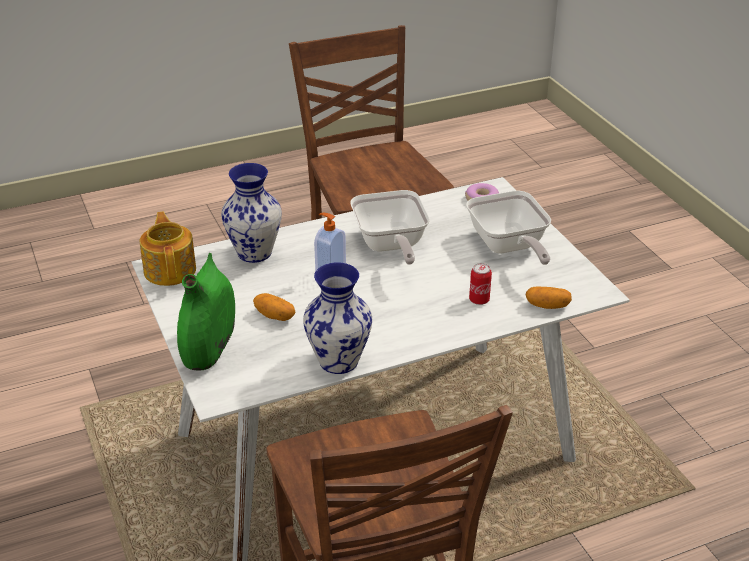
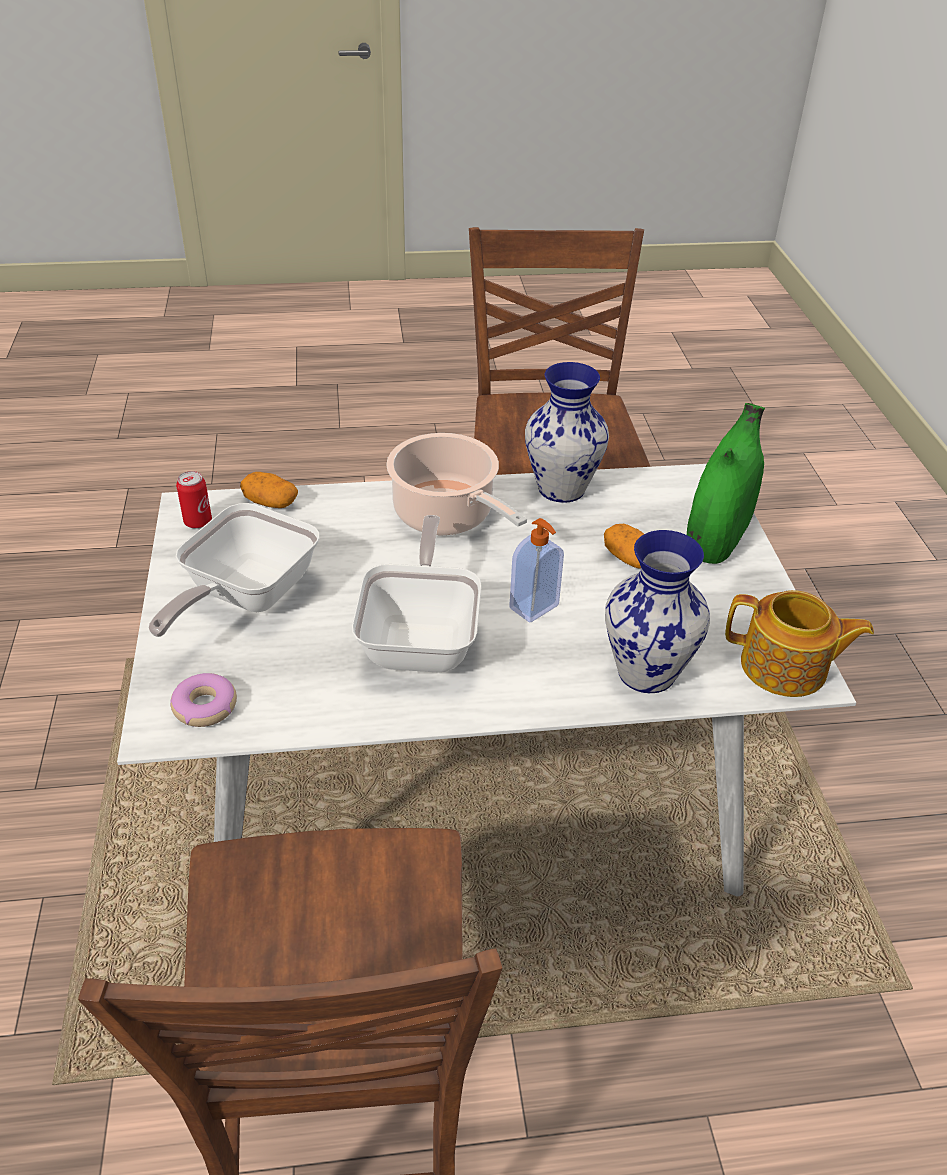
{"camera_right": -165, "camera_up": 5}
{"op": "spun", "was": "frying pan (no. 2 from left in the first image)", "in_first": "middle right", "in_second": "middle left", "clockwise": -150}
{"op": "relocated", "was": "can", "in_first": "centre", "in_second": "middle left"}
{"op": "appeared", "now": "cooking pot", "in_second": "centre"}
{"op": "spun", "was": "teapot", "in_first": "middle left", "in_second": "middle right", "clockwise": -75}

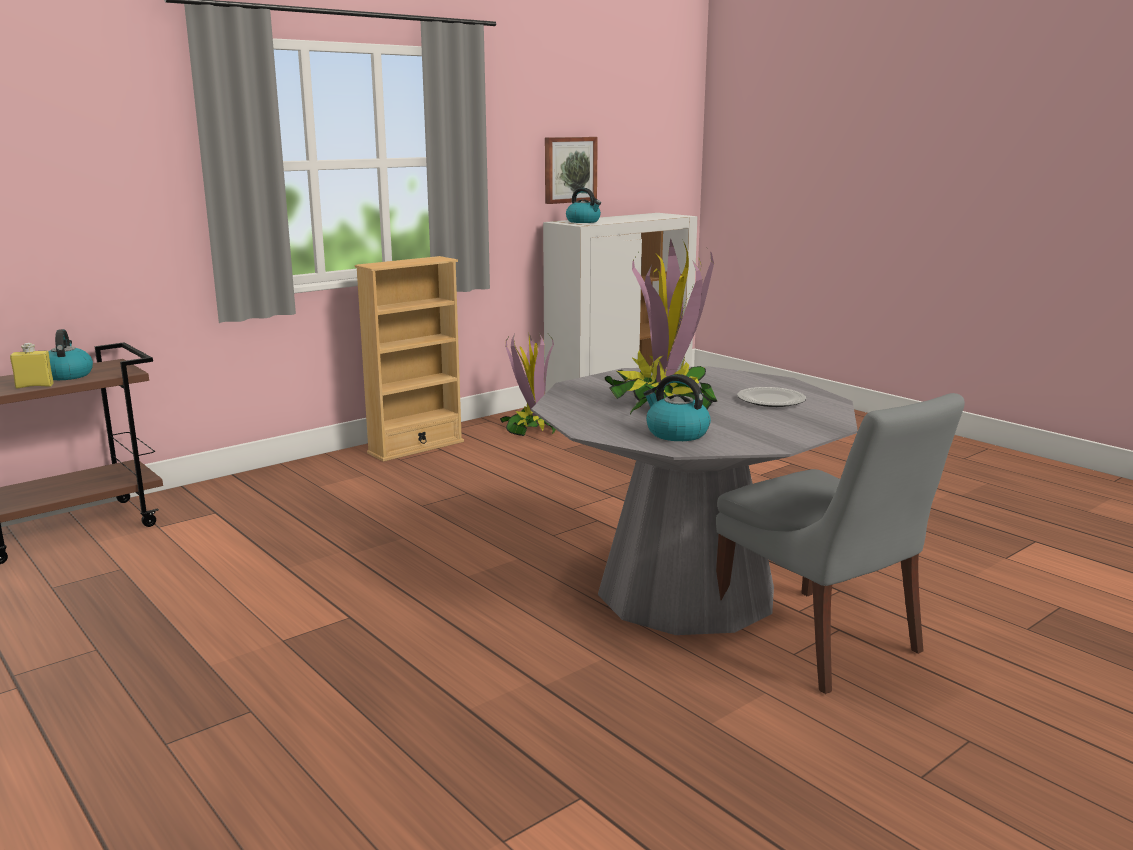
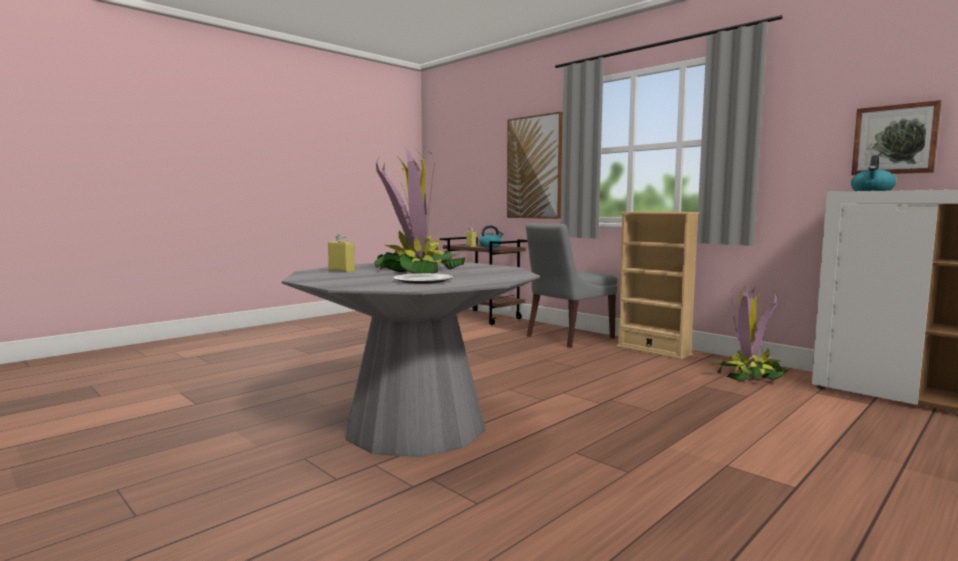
{"camera_right": 85, "camera_up": -10}
{"op": "exchanged", "was": "kettle (no. 3 from left)", "now": "yellow bottle (no. 1 from left)", "in_first": "centre", "in_second": "centre"}
{"op": "appeared", "now": "picture (no. 1 from left)", "in_second": "top centre"}
{"op": "relocated", "was": "grey chair", "in_first": "middle right", "in_second": "centre"}

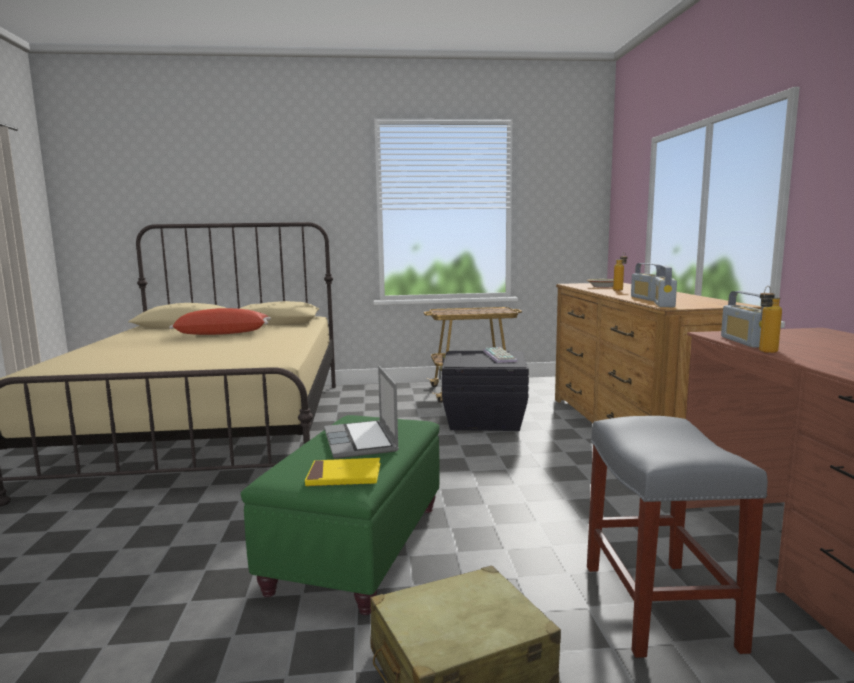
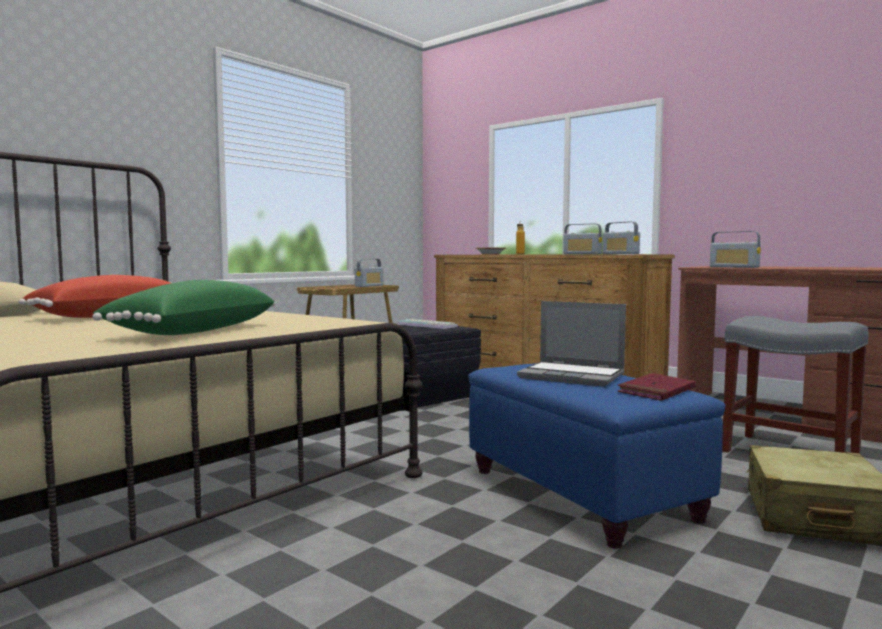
{"camera_right": -45, "camera_up": -5}
{"op": "appeared", "now": "green pillow", "in_second": "middle left"}
{"op": "appeared", "now": "radio (no. 1 from left)", "in_second": "centre"}
{"op": "colour", "was": "green ottoman", "now": "blue ottoman", "in_first": "bottom centre", "in_second": "bottom right"}
{"op": "colour", "was": "yellow book", "now": "red book", "in_first": "bottom centre", "in_second": "middle right"}
{"op": "missing", "was": "bottle (no. 2 from left)", "in_first": "middle right"}

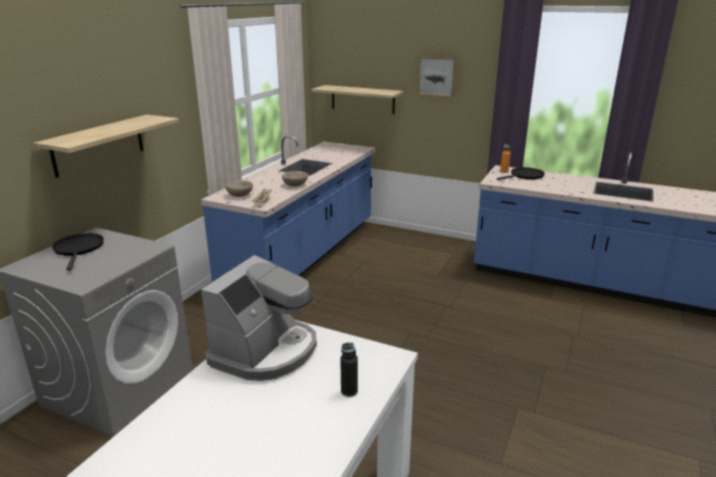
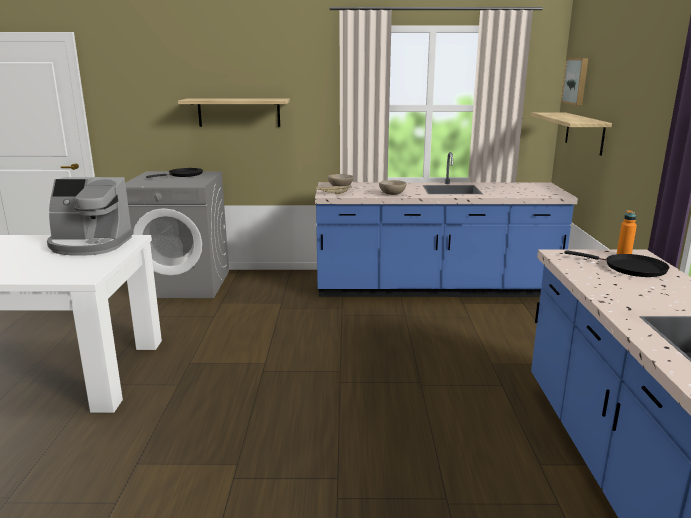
{"camera_right": 65, "camera_up": -5}
{"op": "relocated", "was": "picture", "in_first": "top centre", "in_second": "top right"}
{"op": "missing", "was": "black bottle", "in_first": "bottom centre"}

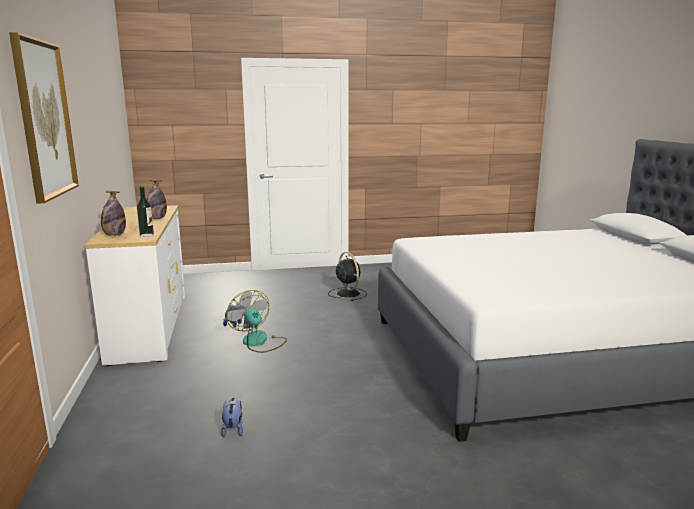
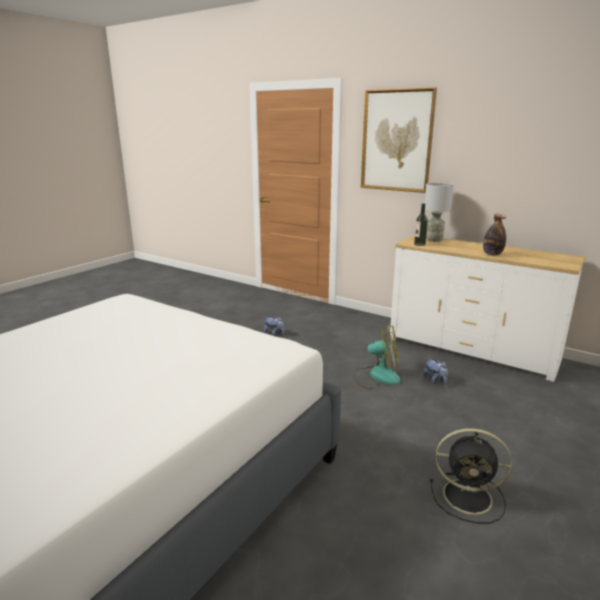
{"camera_right": 135, "camera_up": 5}
{"op": "exchanged", "was": "bottle (no. 1 from left)", "now": "grey table lamp", "in_first": "middle left", "in_second": "middle right"}

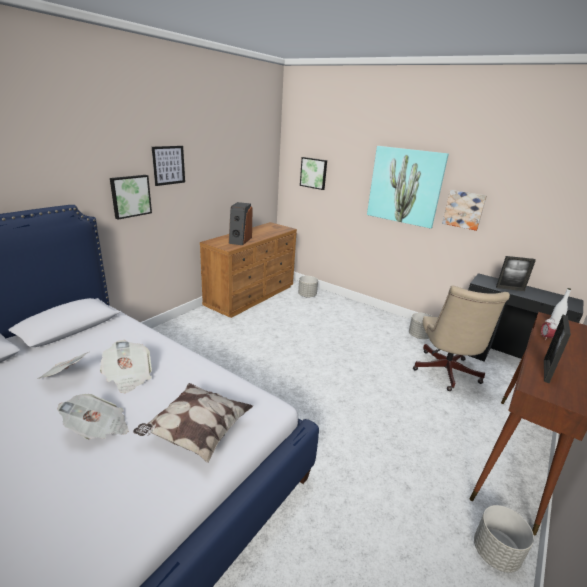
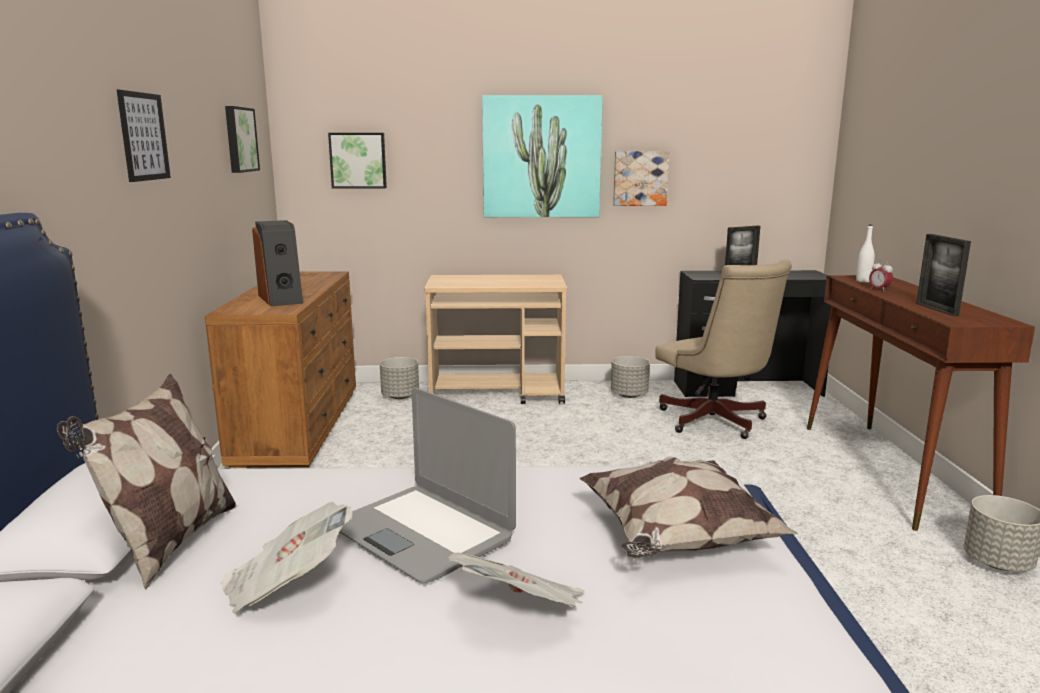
{"camera_right": -35, "camera_up": -10}
{"op": "appeared", "now": "pillow (no. 1 from left)", "in_second": "bottom left"}
{"op": "relocated", "was": "picture (no. 1 from left in the first image)", "now": "picture (no. 2 from left)", "in_first": "middle left", "in_second": "top left"}
{"op": "exchanged", "was": "newspaper (no. 3 from left)", "now": "laptop", "in_first": "middle left", "in_second": "bottom centre"}
{"op": "appeared", "now": "beige cart", "in_second": "centre"}

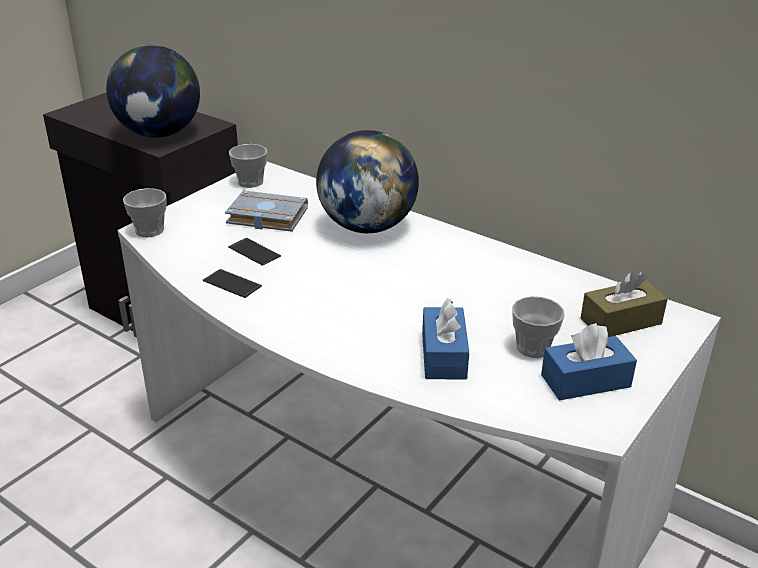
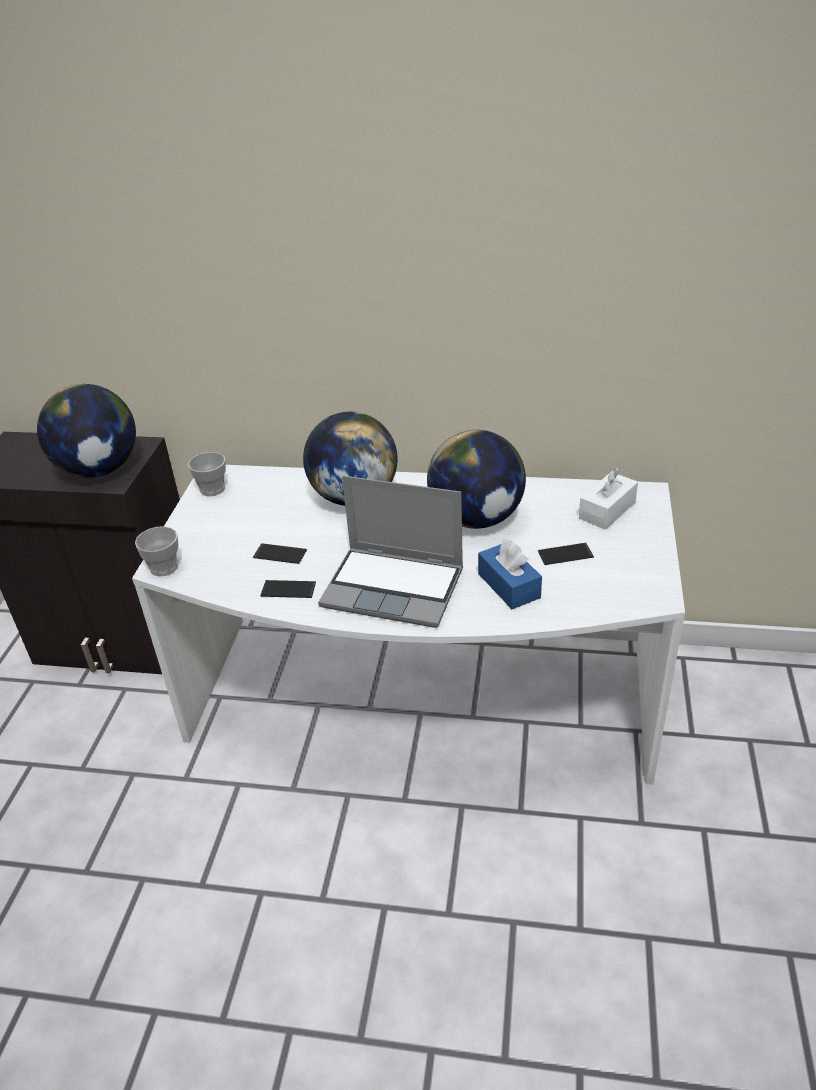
{"camera_right": -25, "camera_up": 5}
{"op": "appeared", "now": "laptop", "in_second": "centre"}
{"op": "appeared", "now": "globe (no. 3 from left)", "in_second": "centre"}
{"op": "exchanged", "was": "cup (no. 3 from left)", "now": "phone (no. 3 from left)", "in_first": "middle right", "in_second": "middle right"}
{"op": "colour", "was": "brown tissue box", "now": "white tissue box", "in_first": "middle right", "in_second": "middle right"}
{"op": "missing", "was": "grey book", "in_first": "centre"}
{"op": "missing", "was": "blue tissue box (no. 2 from left)", "in_first": "middle right"}

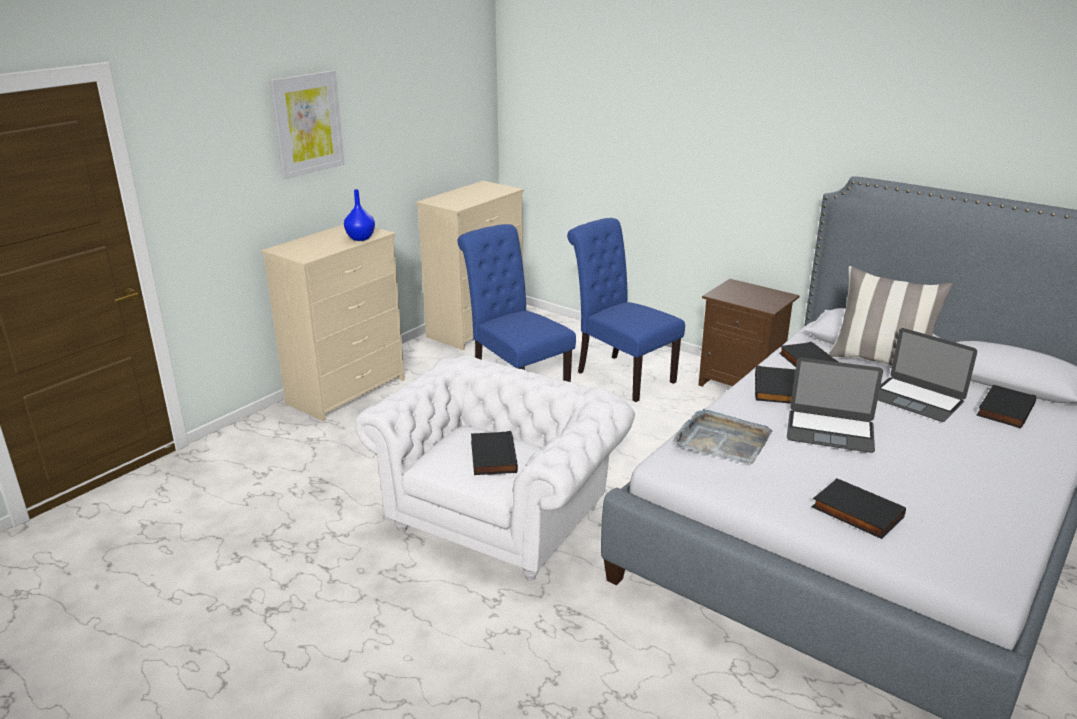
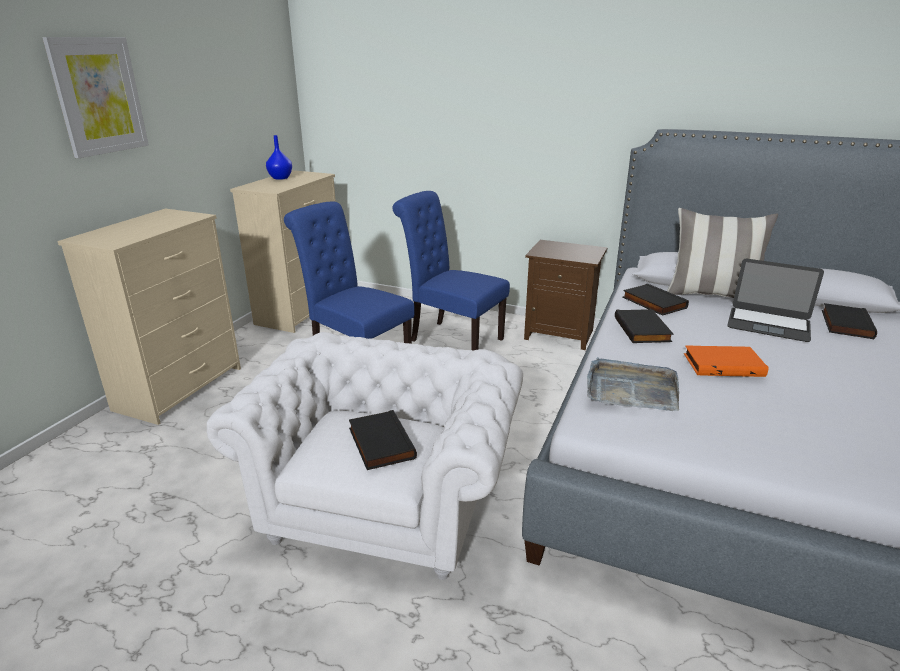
{"camera_right": -15, "camera_up": 0}
{"op": "relocated", "was": "blue vase", "in_first": "top centre", "in_second": "top left"}
{"op": "exchanged", "was": "laptop (no. 1 from left)", "now": "orange book", "in_first": "middle right", "in_second": "middle right"}
{"op": "missing", "was": "black book (no. 4 from left)", "in_first": "bottom right"}

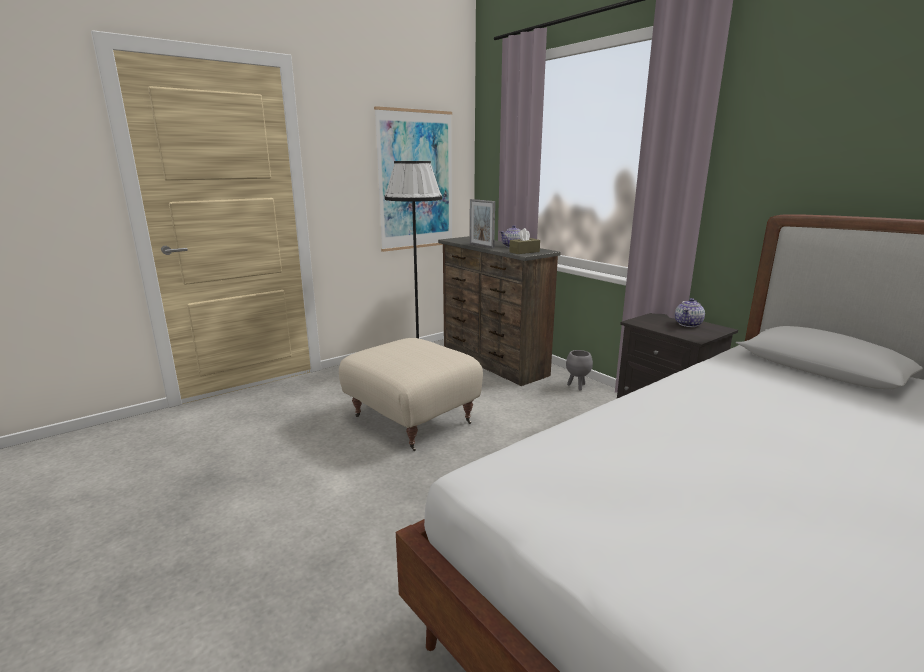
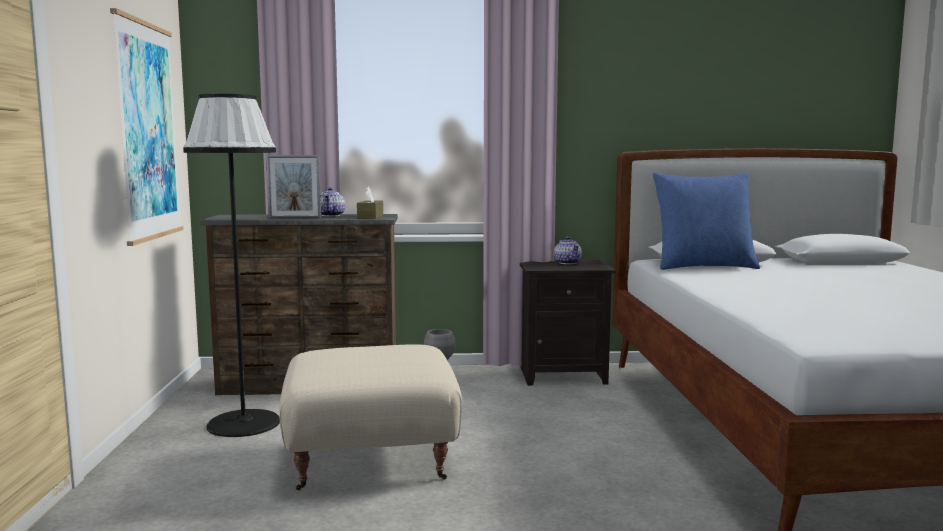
{"camera_right": -55, "camera_up": -10}
{"op": "appeared", "now": "blue pillow", "in_second": "middle right"}

